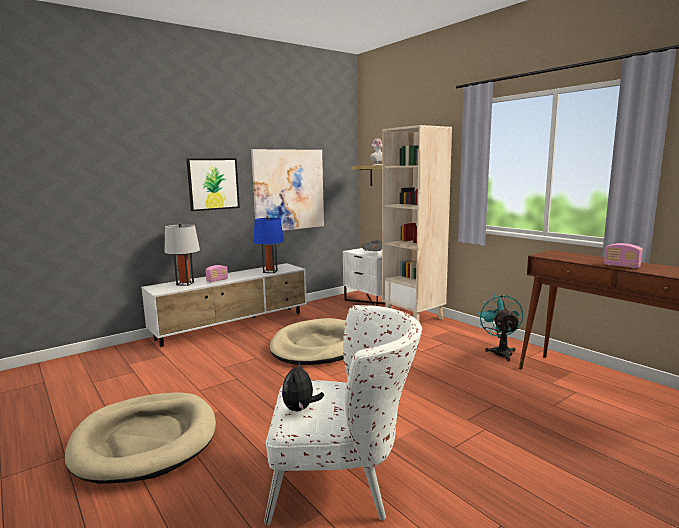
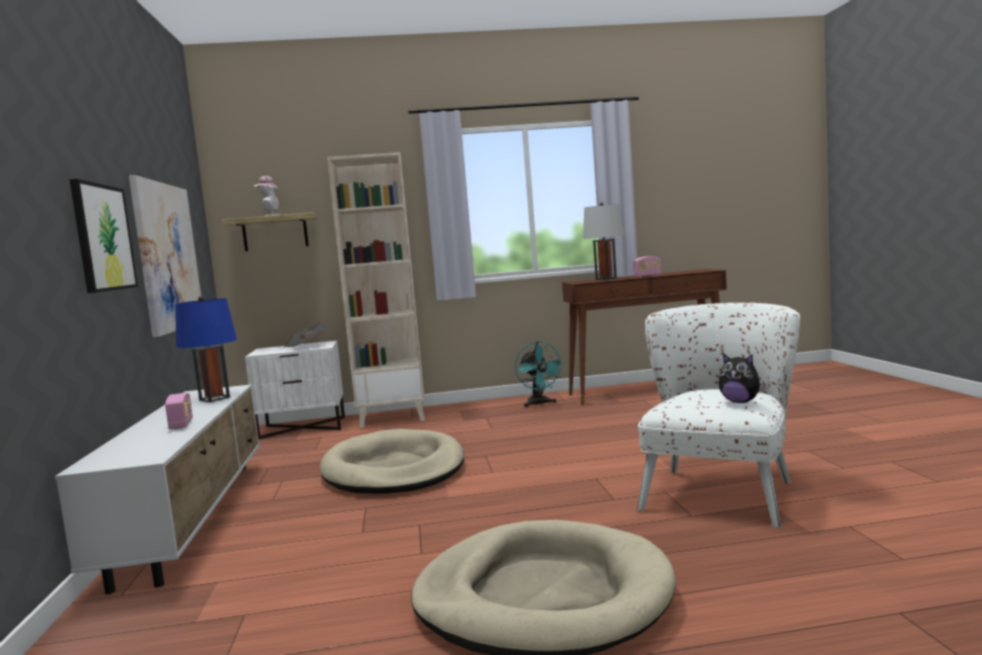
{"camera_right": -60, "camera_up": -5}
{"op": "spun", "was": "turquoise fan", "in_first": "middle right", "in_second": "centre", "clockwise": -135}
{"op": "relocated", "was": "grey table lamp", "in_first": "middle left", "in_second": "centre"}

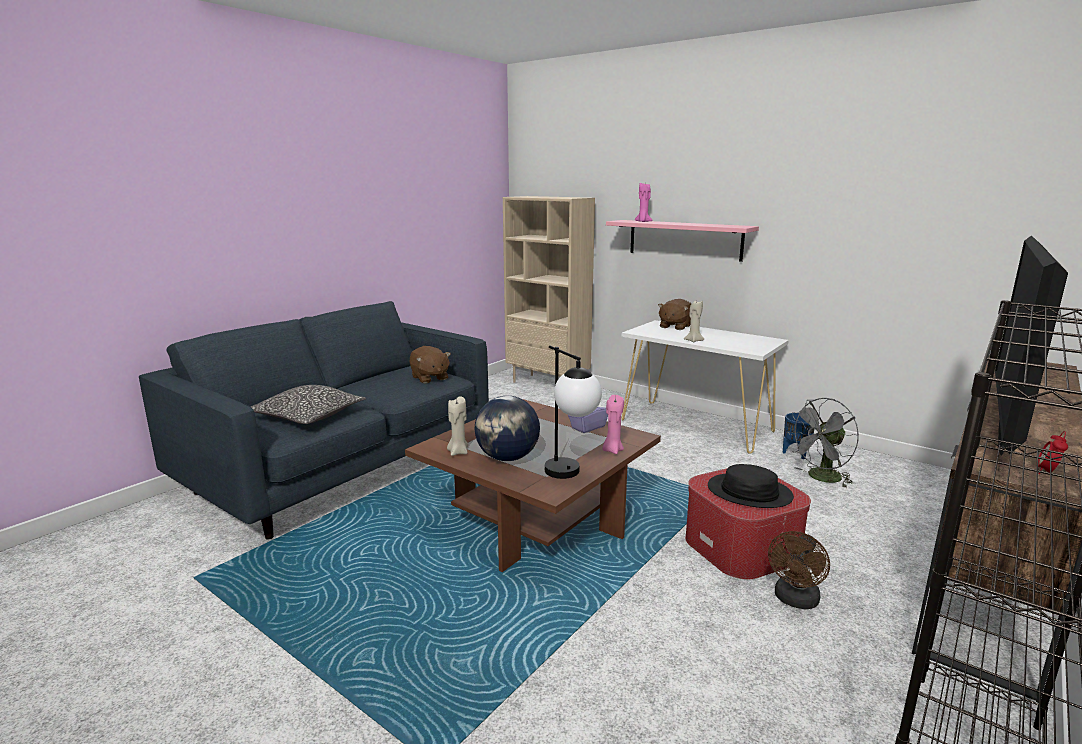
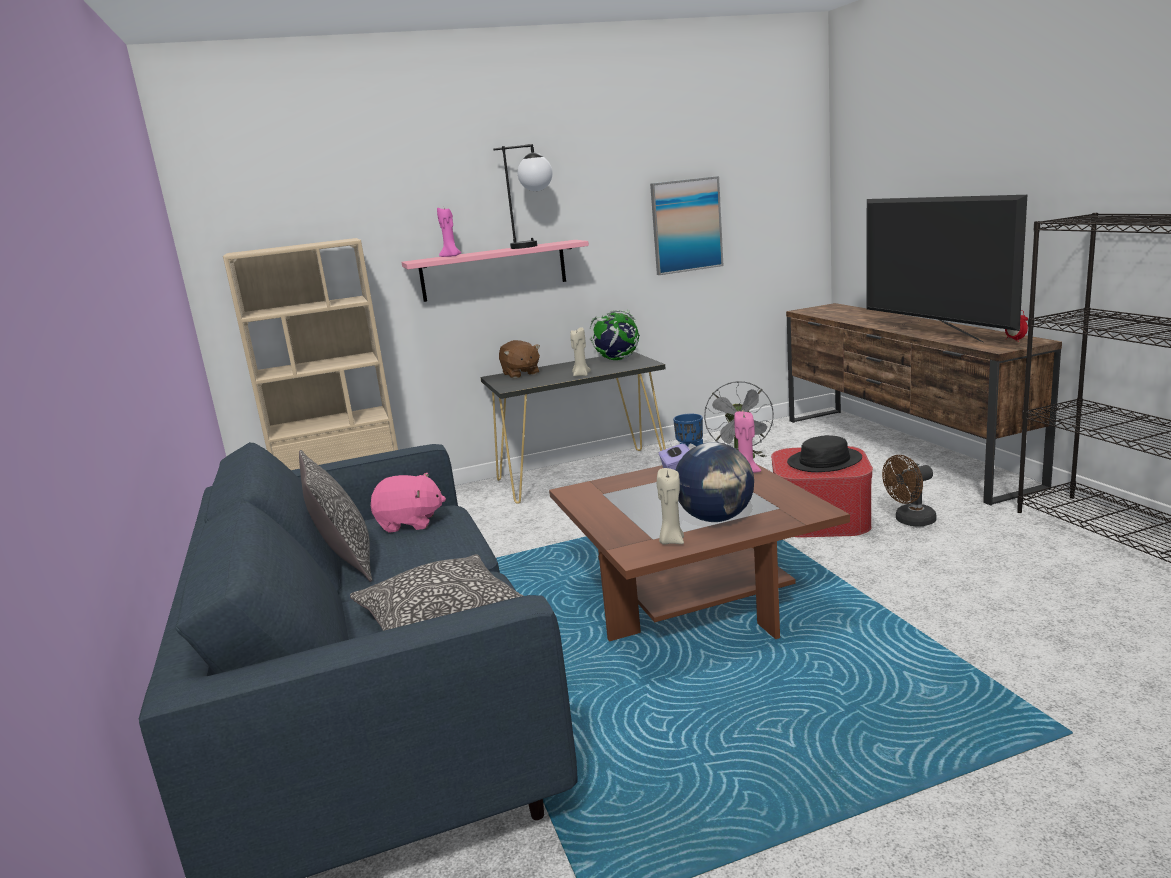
{"camera_right": -55, "camera_up": 0}
{"op": "appeared", "now": "pillow (no. 1 from left)", "in_second": "middle left"}
{"op": "colour", "was": "brown plush toy (no. 1 from left)", "now": "pink plush toy", "in_first": "centre", "in_second": "centre"}
{"op": "colour", "was": "white console table", "now": "black console table", "in_first": "centre", "in_second": "centre"}
{"op": "relocated", "was": "table lamp", "in_first": "centre", "in_second": "top centre"}
{"op": "appeared", "now": "globe (no. 1 from left)", "in_second": "centre"}
{"op": "appeared", "now": "picture", "in_second": "top centre"}
{"op": "spun", "was": "brown fan", "in_first": "bottom right", "in_second": "middle right", "clockwise": 90}

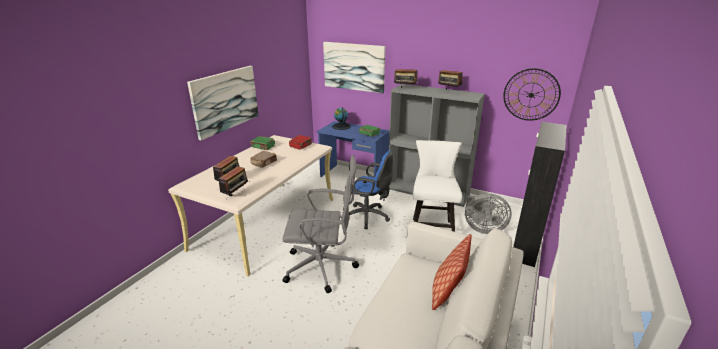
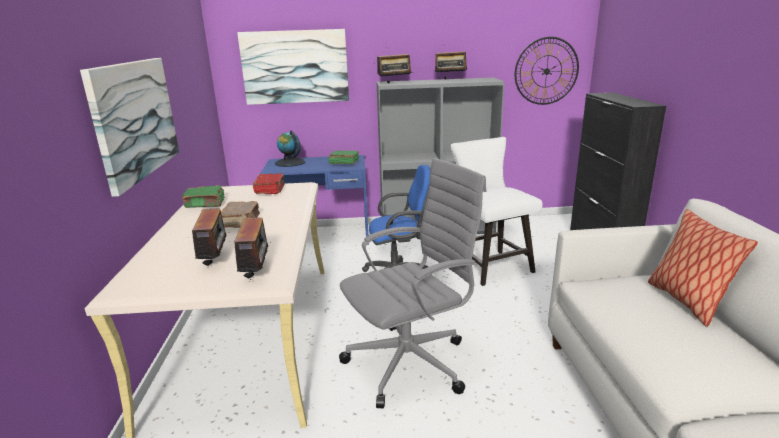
{"camera_right": -30, "camera_up": -5}
{"op": "missing", "was": "grey fan", "in_first": "middle right"}

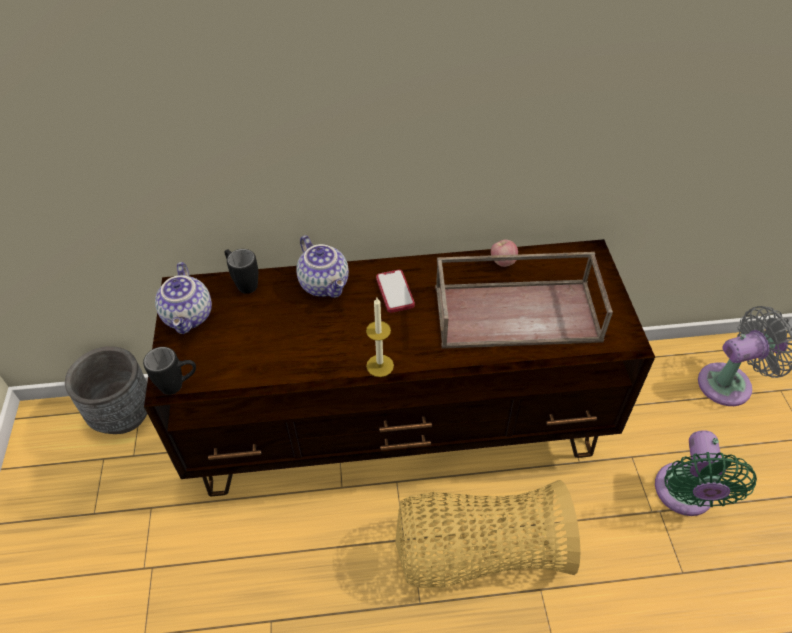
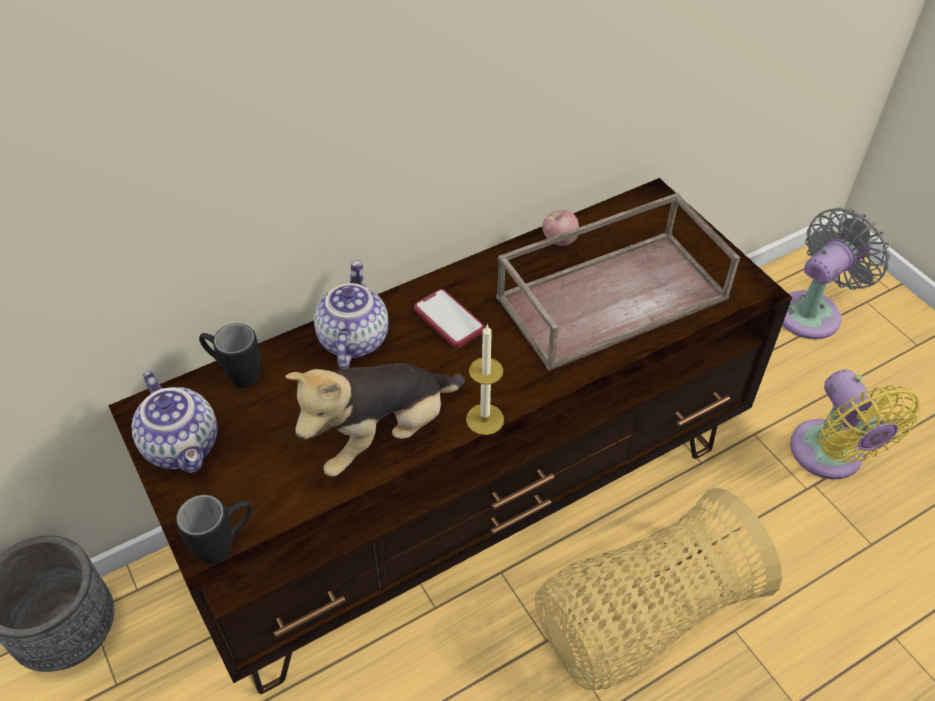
{"camera_right": -25, "camera_up": 0}
{"op": "appeared", "now": "plush toy", "in_second": "centre"}
{"op": "spun", "was": "teapot (no. 2 from left)", "in_first": "centre", "in_second": "centre", "clockwise": -120}
{"op": "colour", "was": "green fan", "now": "yellow fan", "in_first": "bottom right", "in_second": "middle right"}

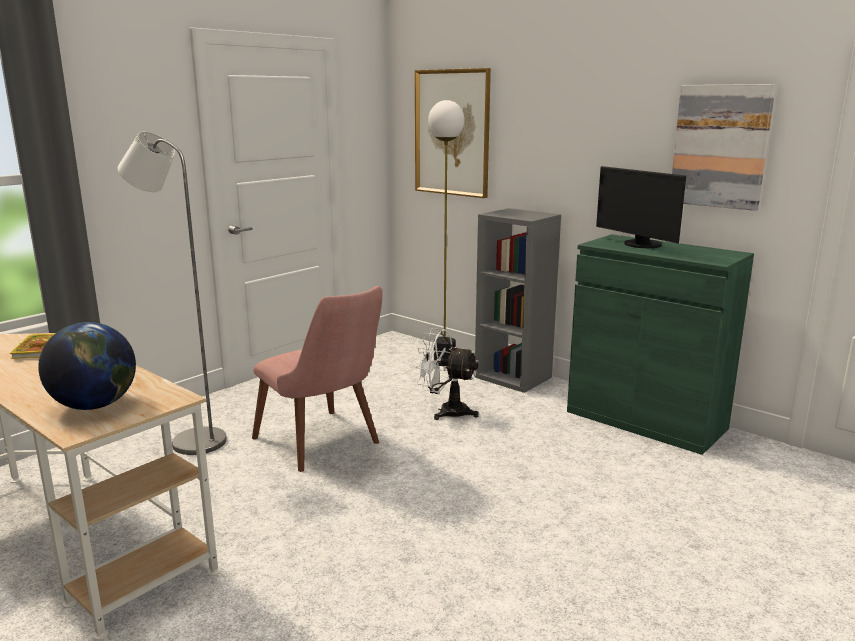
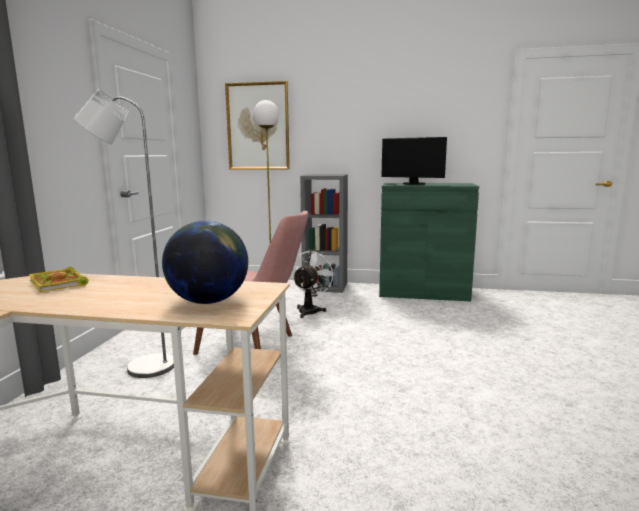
{"camera_right": -30, "camera_up": -5}
{"op": "spun", "was": "white fan", "in_first": "centre", "in_second": "centre", "clockwise": 120}
{"op": "missing", "was": "picture (no. 2 from left)", "in_first": "top right"}

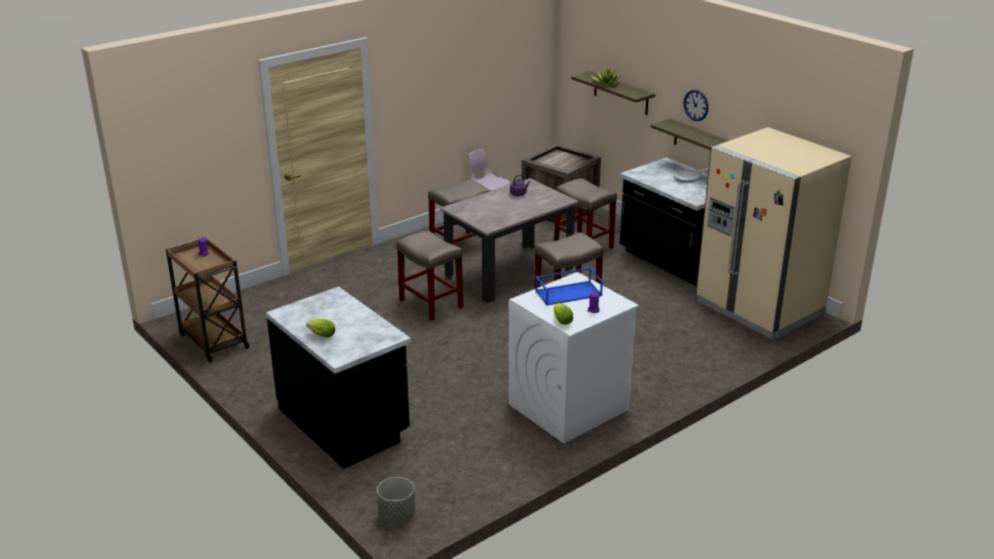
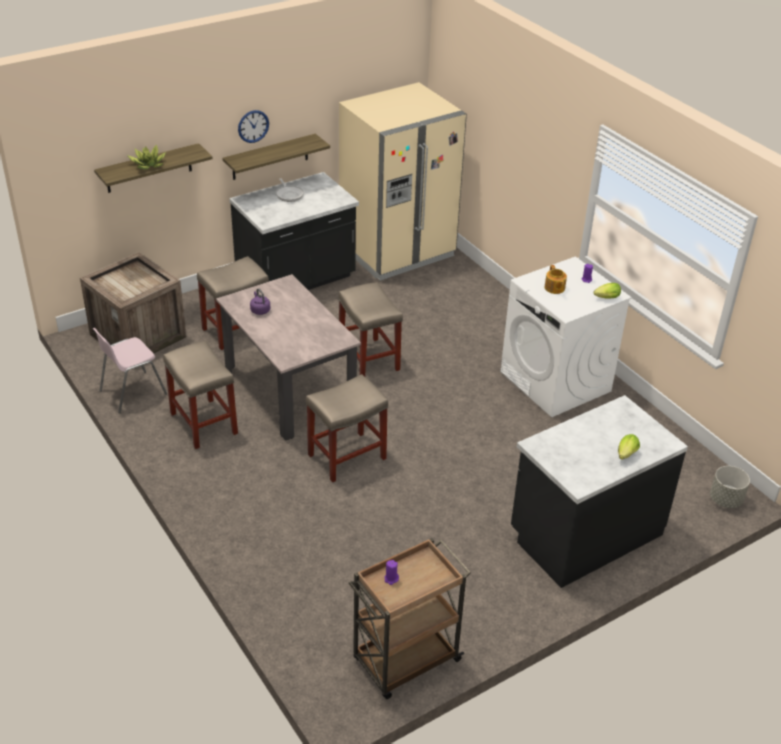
{"camera_right": -85, "camera_up": 10}
{"op": "exchanged", "was": "blue tray", "now": "teapot", "in_first": "centre", "in_second": "middle right"}

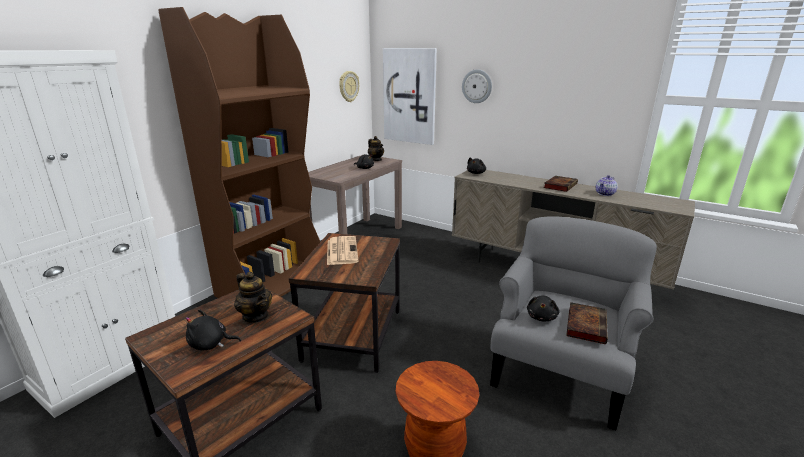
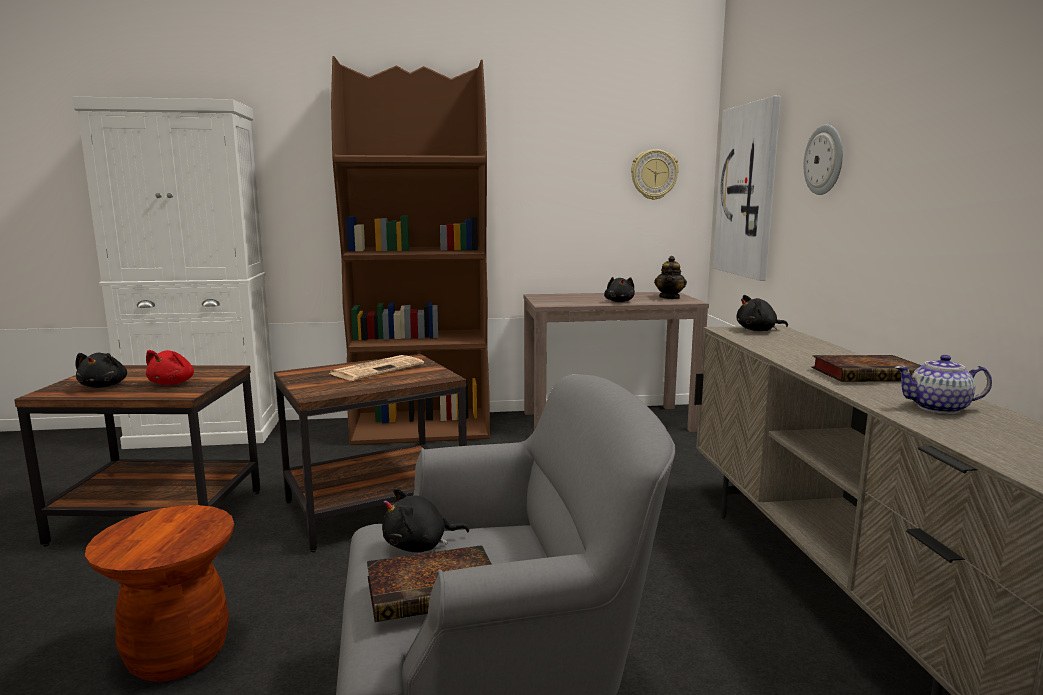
{"camera_right": 50, "camera_up": -10}
{"op": "spun", "was": "black plush toy (no. 1 from left)", "in_first": "bottom left", "in_second": "middle left", "clockwise": -150}
{"op": "exchanged", "was": "teapot (no. 1 from left)", "now": "red plush toy", "in_first": "middle left", "in_second": "middle left"}

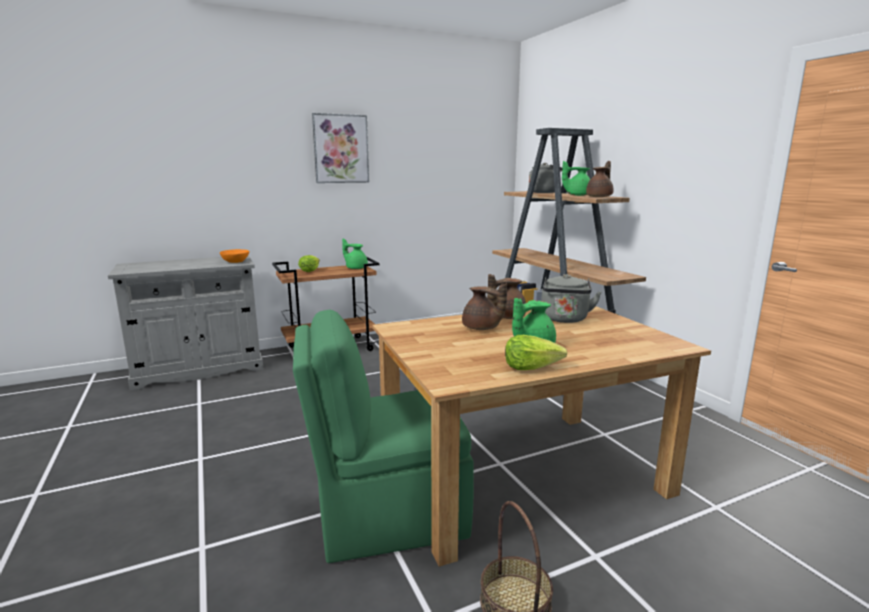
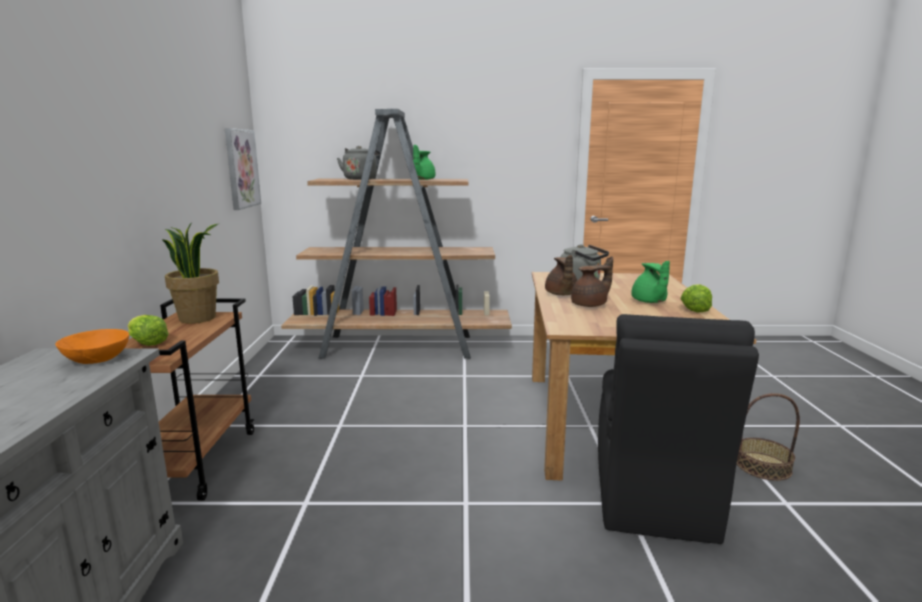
{"camera_right": -65, "camera_up": 0}
{"op": "exchanged", "was": "green teapot (no. 1 from left)", "now": "potted plant", "in_first": "centre", "in_second": "middle left"}
{"op": "relocated", "was": "picture", "in_first": "top centre", "in_second": "top left"}
{"op": "colour", "was": "green chair", "now": "black chair", "in_first": "bottom centre", "in_second": "bottom right"}
{"op": "missing", "was": "brown teapot (no. 3 from left)", "in_first": "top right"}

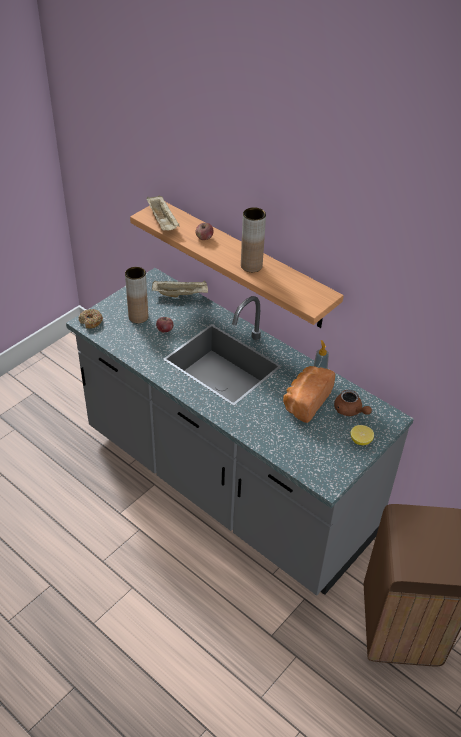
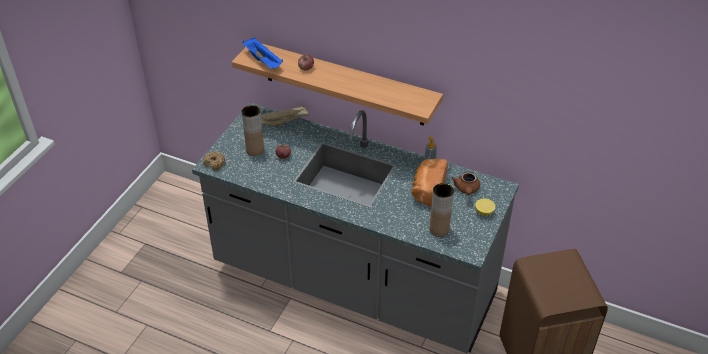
{"camera_right": -15, "camera_up": 0}
{"op": "colour", "was": "beige tray (no. 1 from left)", "now": "blue tray", "in_first": "top centre", "in_second": "top centre"}
{"op": "relocated", "was": "brown vase (no. 2 from left)", "in_first": "top centre", "in_second": "centre"}
{"op": "spun", "was": "brown teapot", "in_first": "middle right", "in_second": "centre", "clockwise": 60}

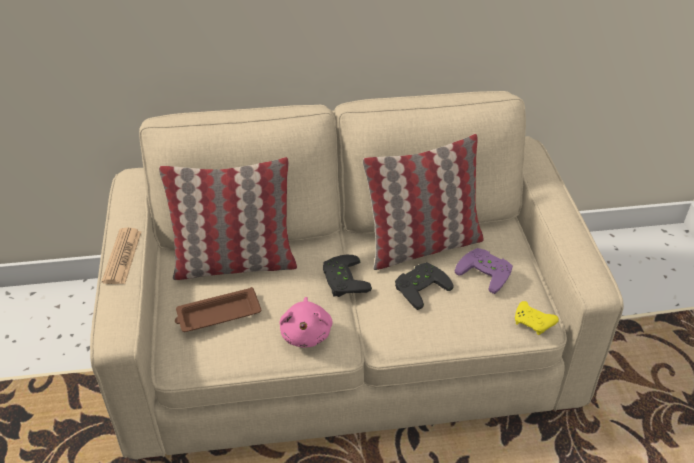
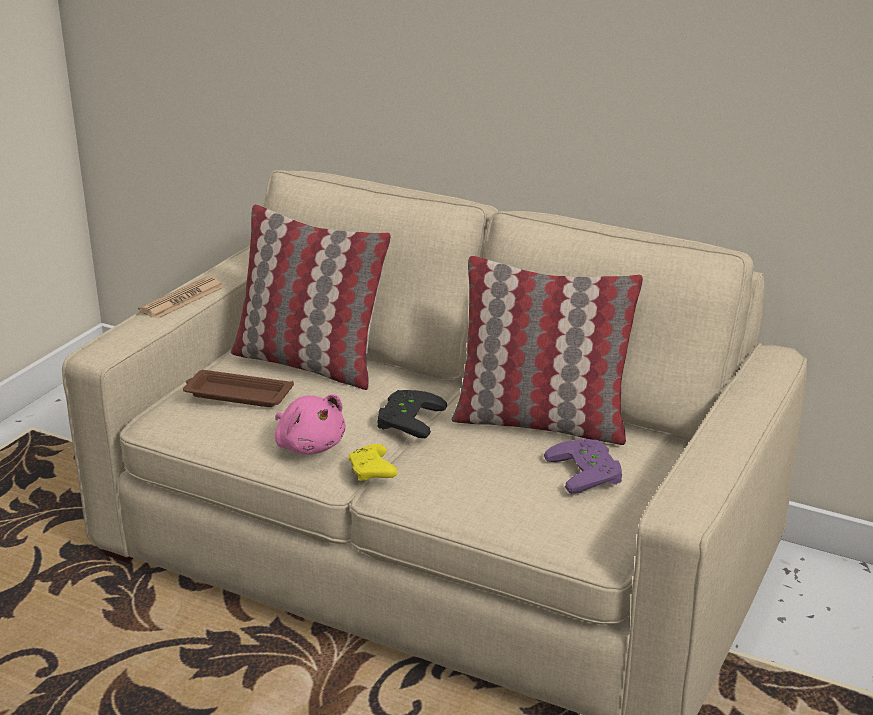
{"camera_right": 35, "camera_up": -15}
{"op": "spun", "was": "pink plush toy", "in_first": "bottom centre", "in_second": "centre", "clockwise": -75}
{"op": "relocated", "was": "yellow game controller", "in_first": "bottom right", "in_second": "centre"}
{"op": "missing", "was": "black game controller (no. 2 from left)", "in_first": "centre"}

